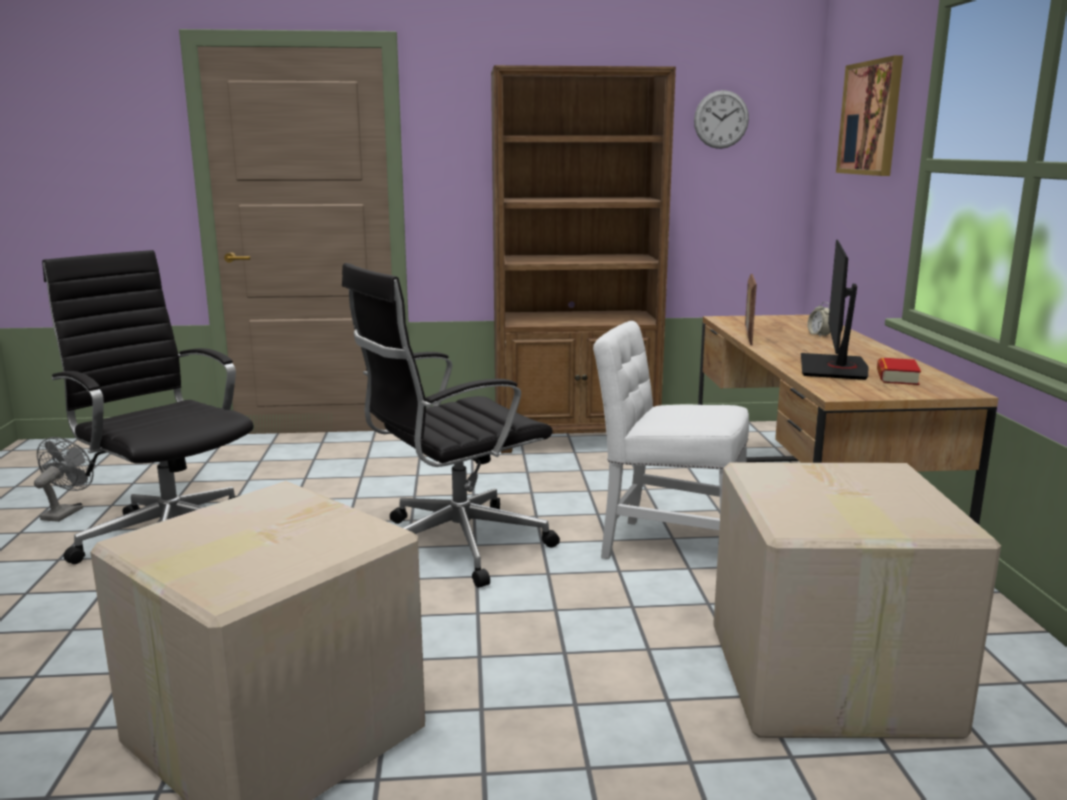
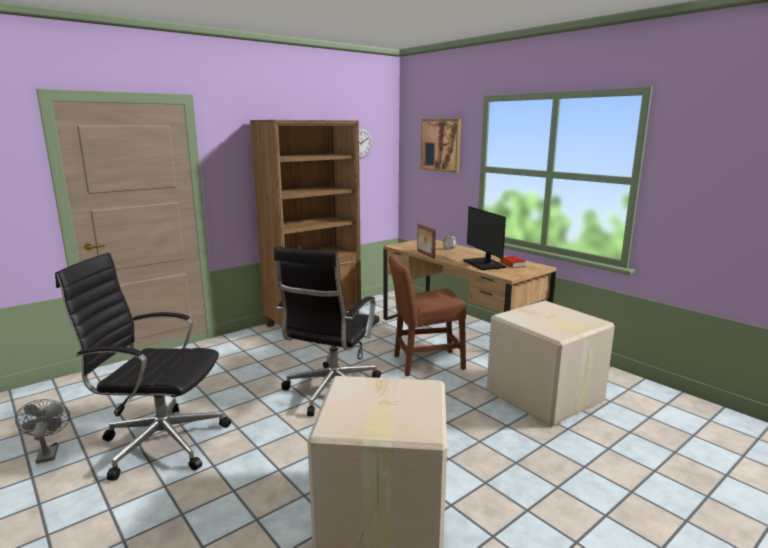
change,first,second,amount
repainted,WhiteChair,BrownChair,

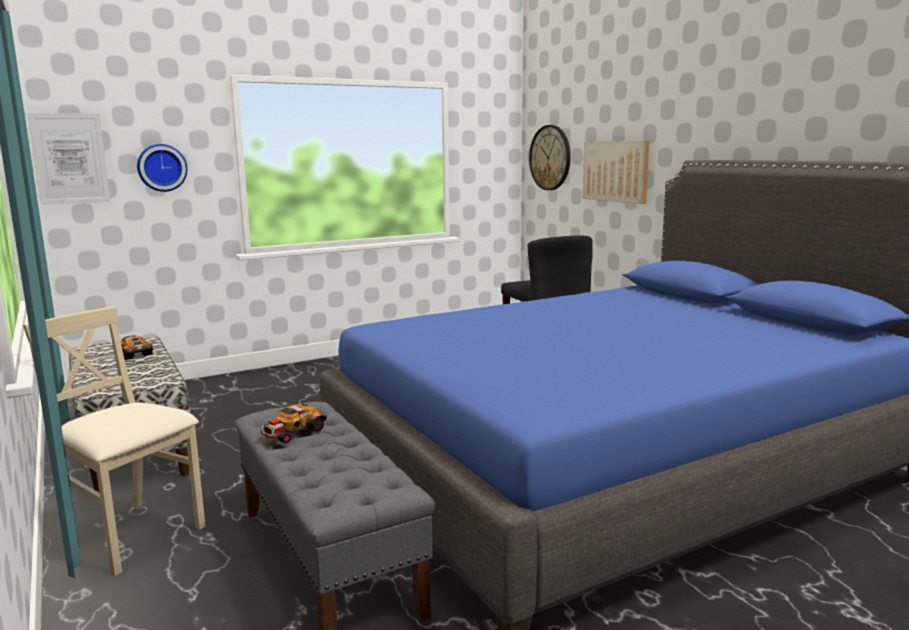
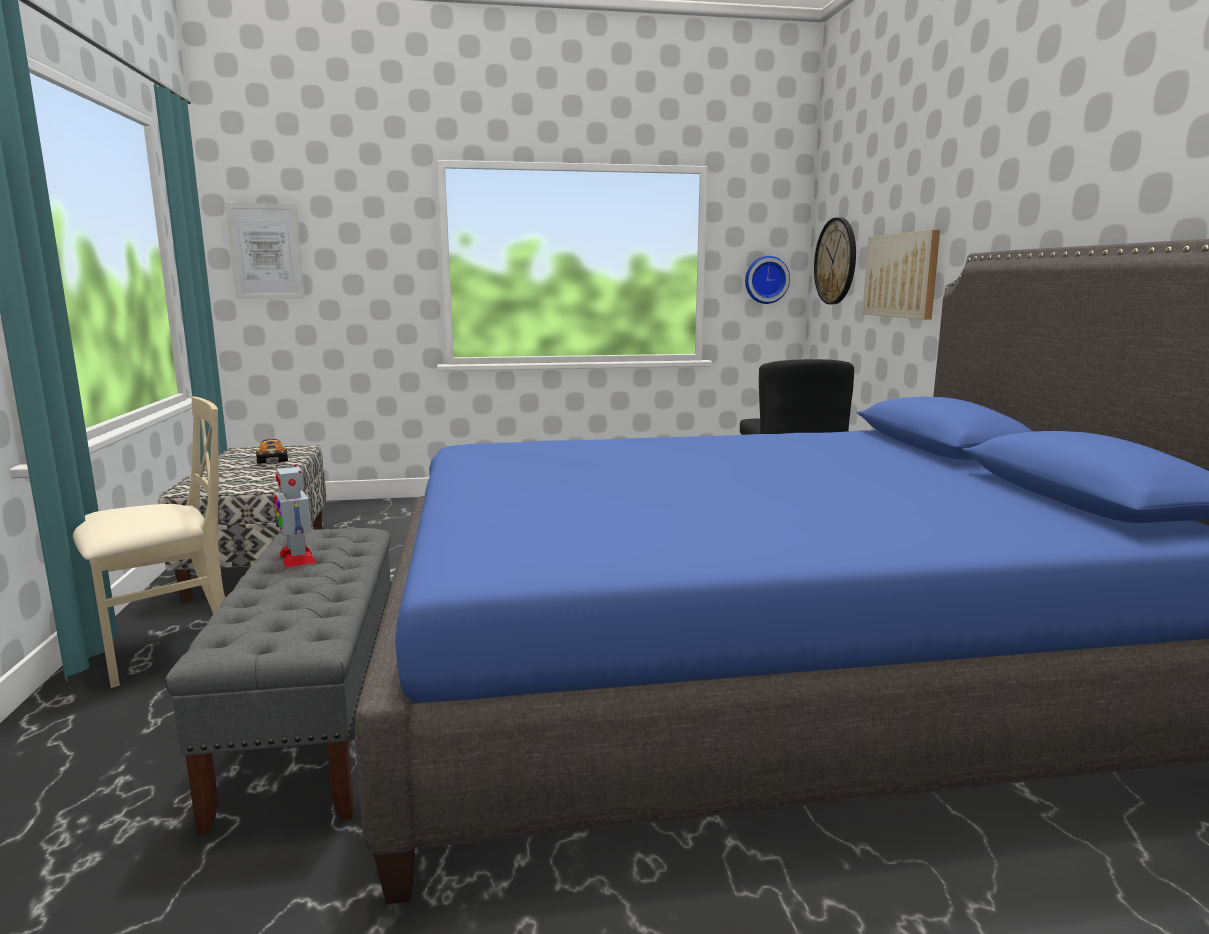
change,first,second,amount
shifted,WallClock (no. 1 from left),,
rotated,BeigeChair,,90 degrees clockwise
swapped,ToyCar (no. 2 from left),ToyRobot,

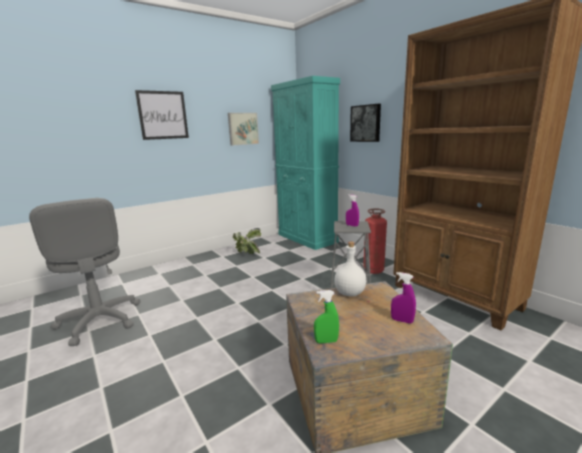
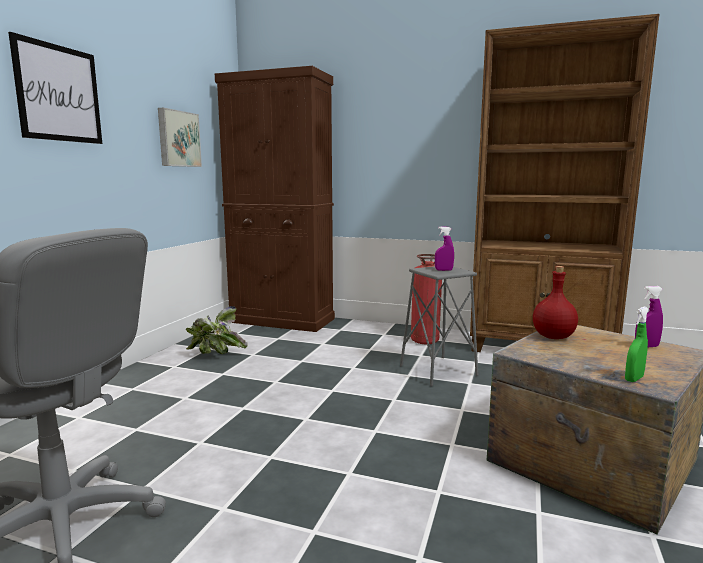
change,first,second,amount
repainted,TurquoiseCabinet,BrownCabinet,
gone,Picture (no. 3 from left),,
repainted,WhiteBottle,RedBottle,

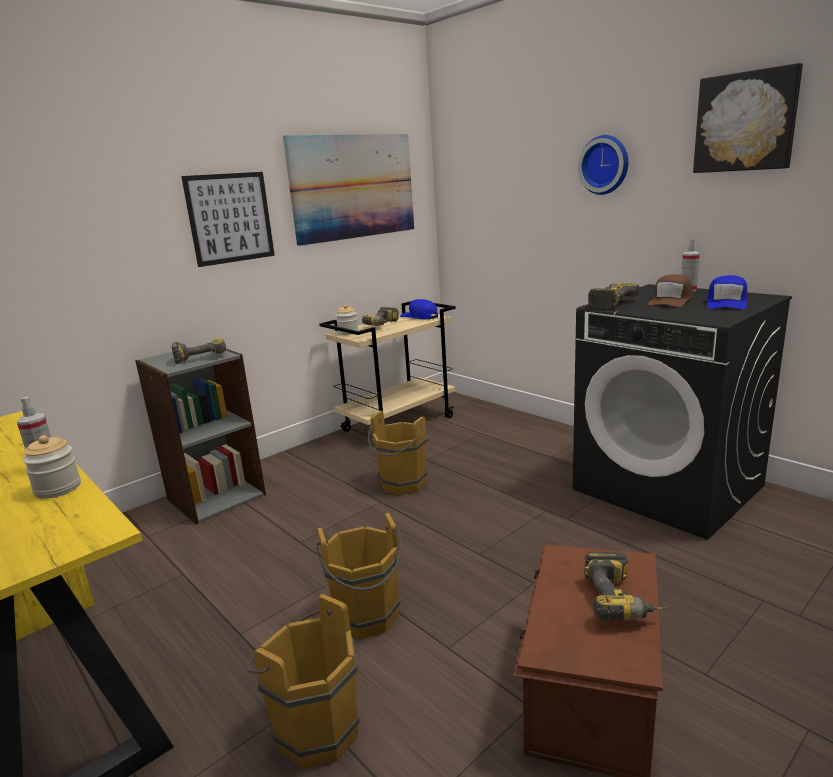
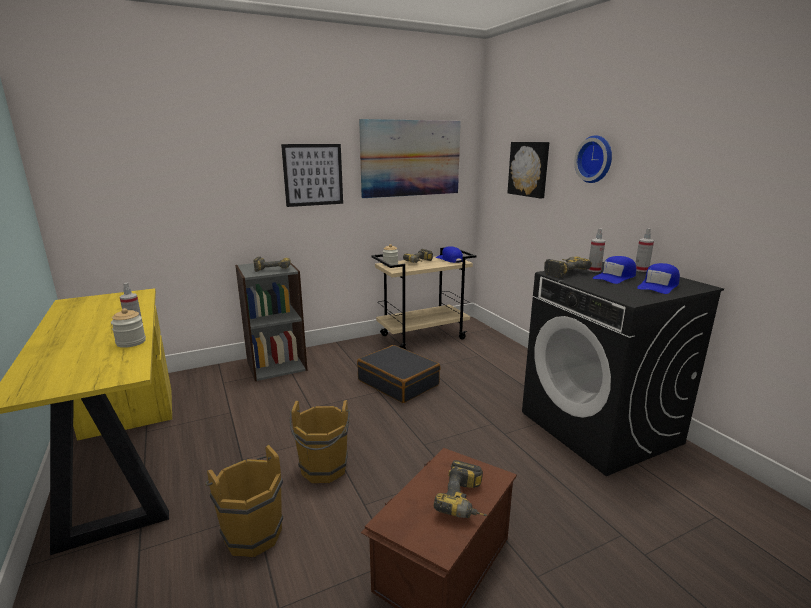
change,first,second,amount
shifted,Picture (no. 3 from left),,
repainted,BrownCap,BlueCap (no. 2 from left),
swapped,BrownBucket (no. 3 from left),BlackSuitcase,
new,,SprayBottle (no. 2 from left),

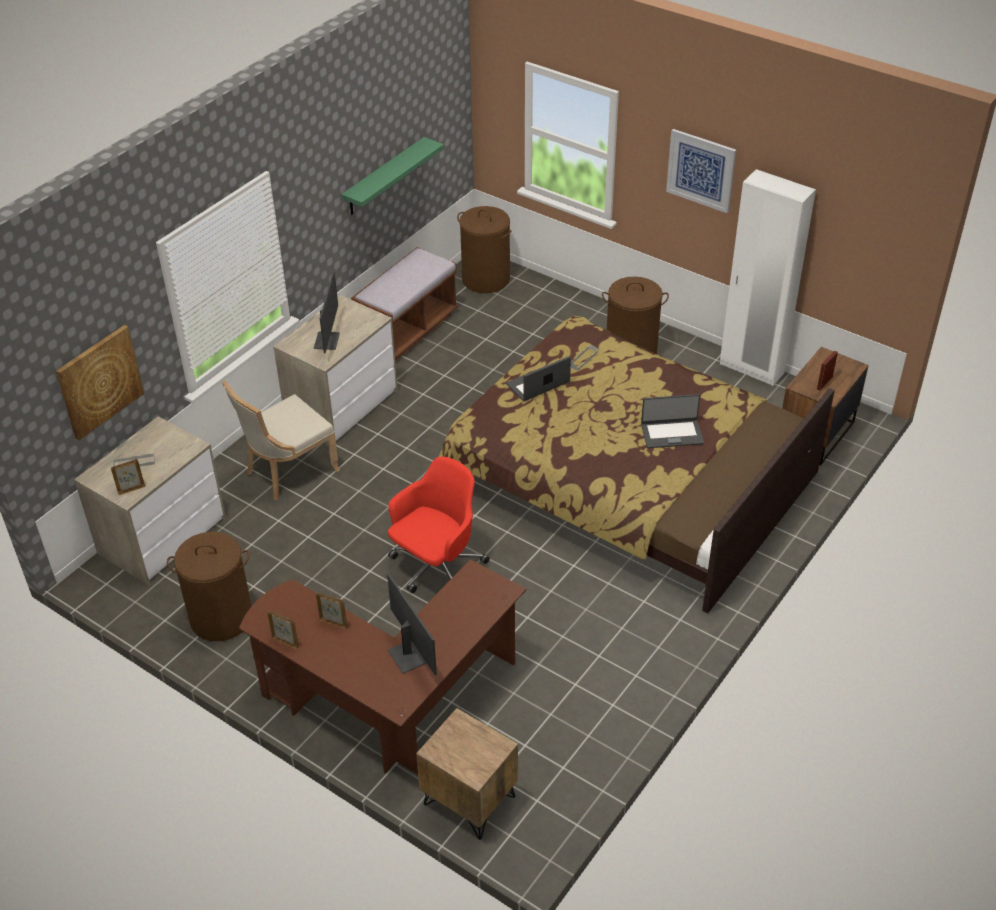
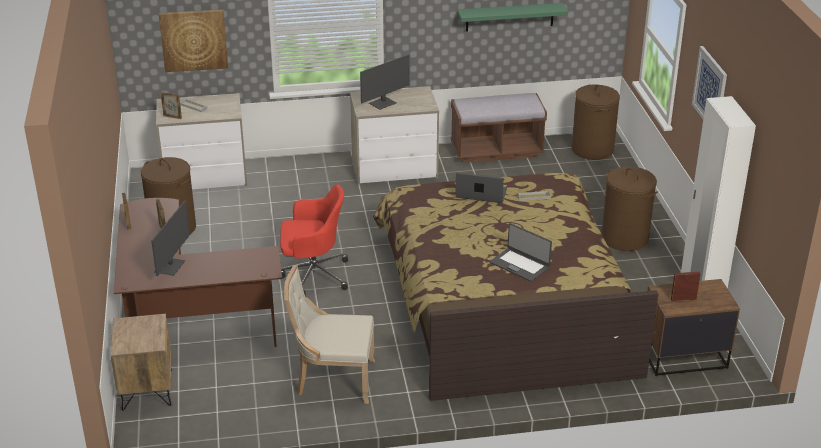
change,first,second,amount
shifted,BeigeChair,,

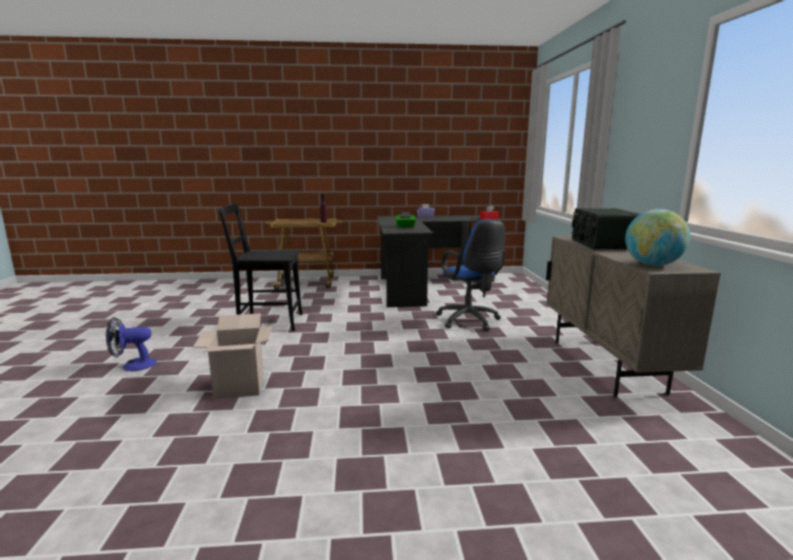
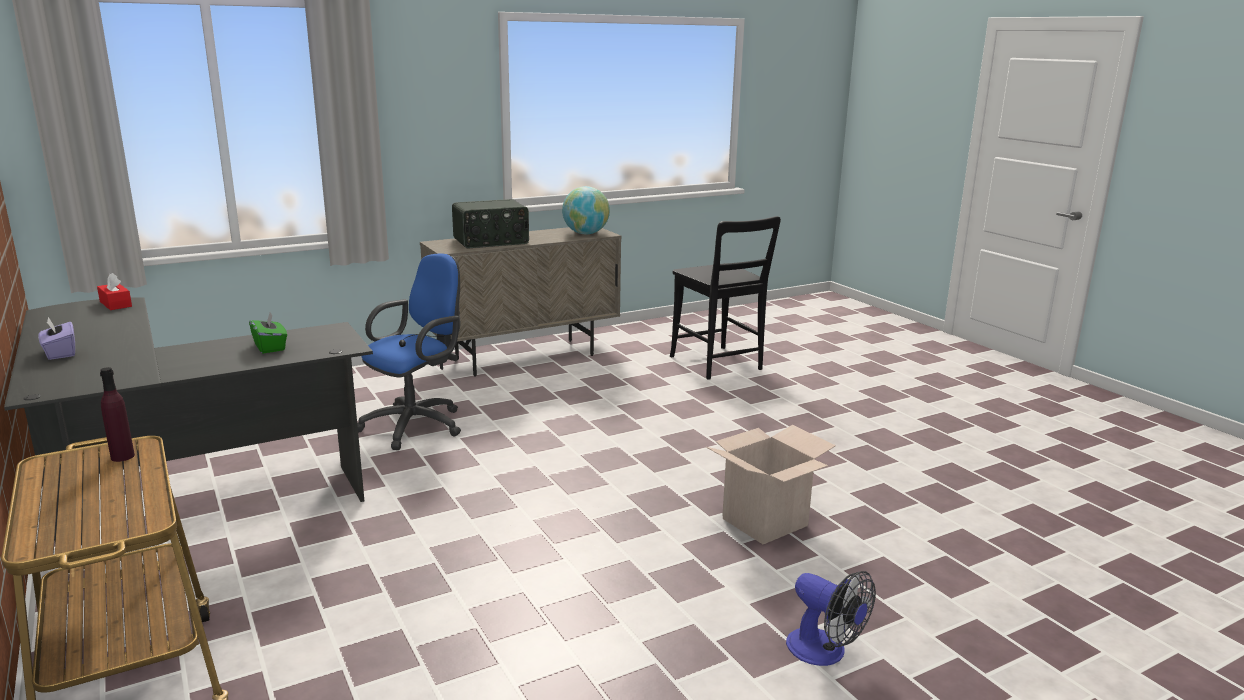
change,first,second,amount
shifted,BlackChair,,

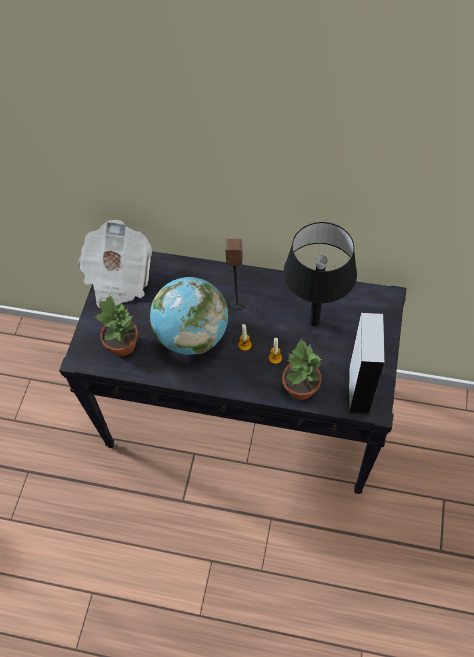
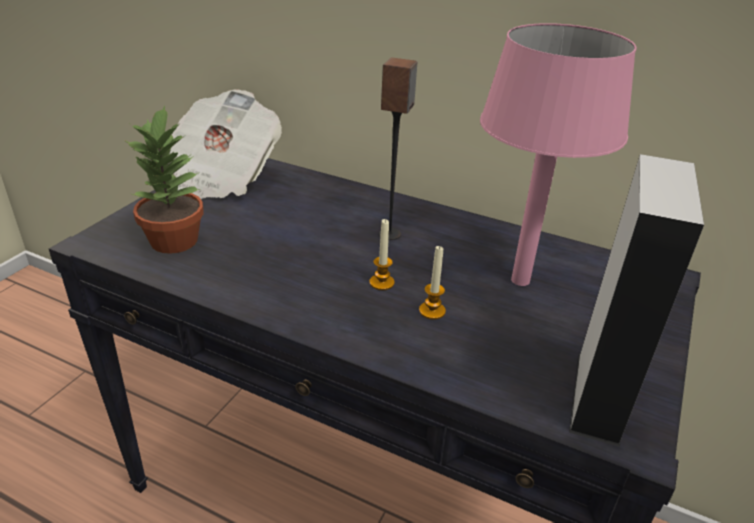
change,first,second,amount
repainted,BlackTableLamp,PinkTableLamp,
gone,Globe,,
gone,PottedPlant (no. 2 from left),,

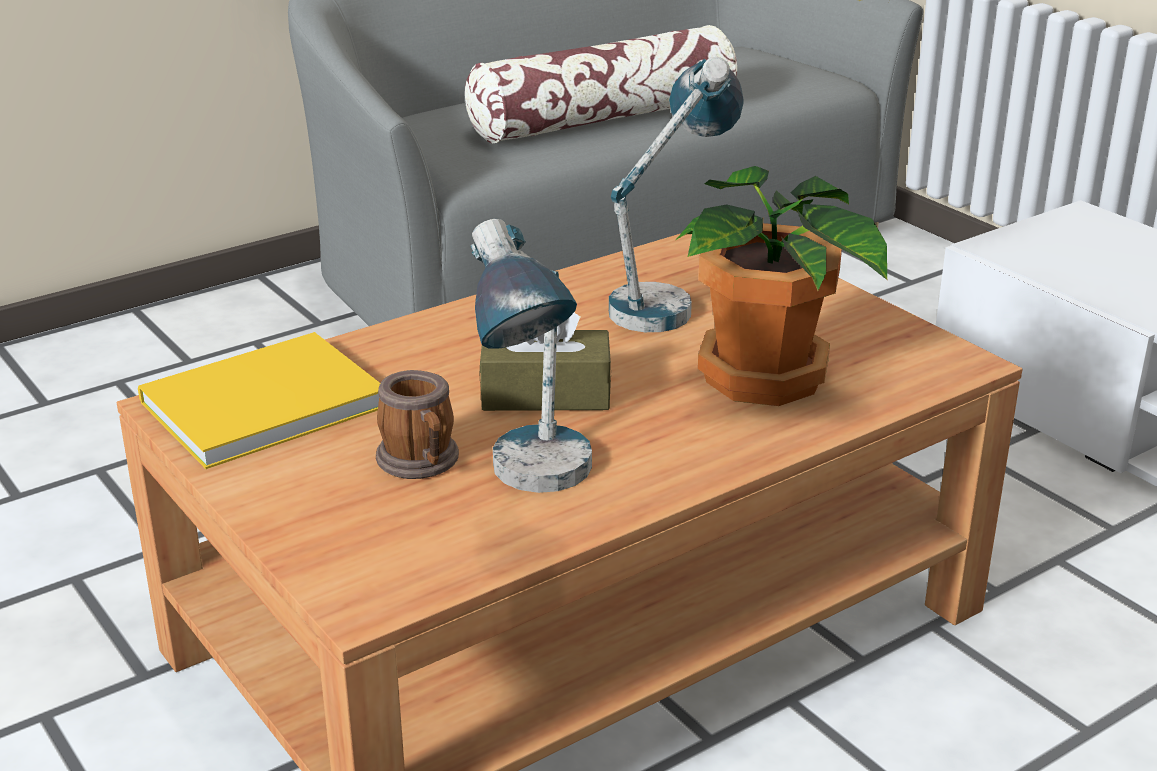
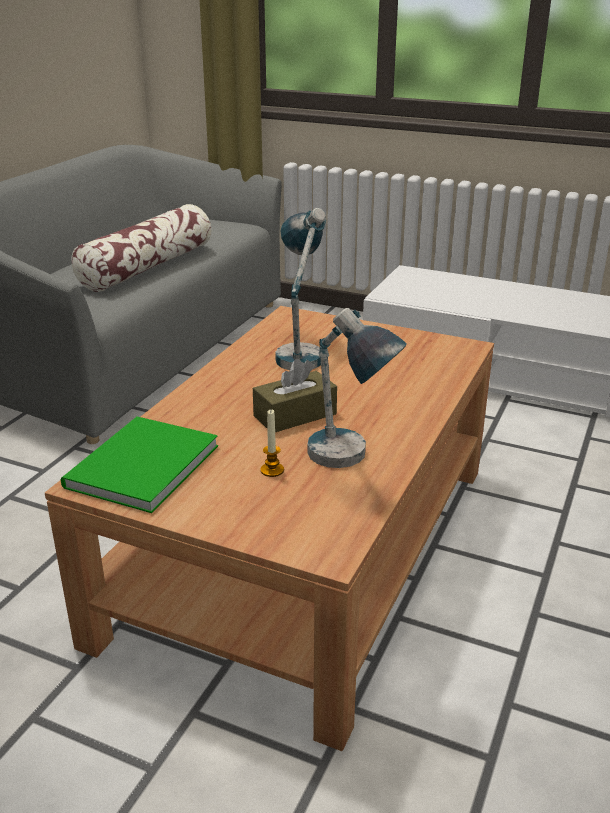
change,first,second,amount
gone,PottedPlant,,
repainted,YellowBook,GreenBook,
swapped,Mug,Candle,

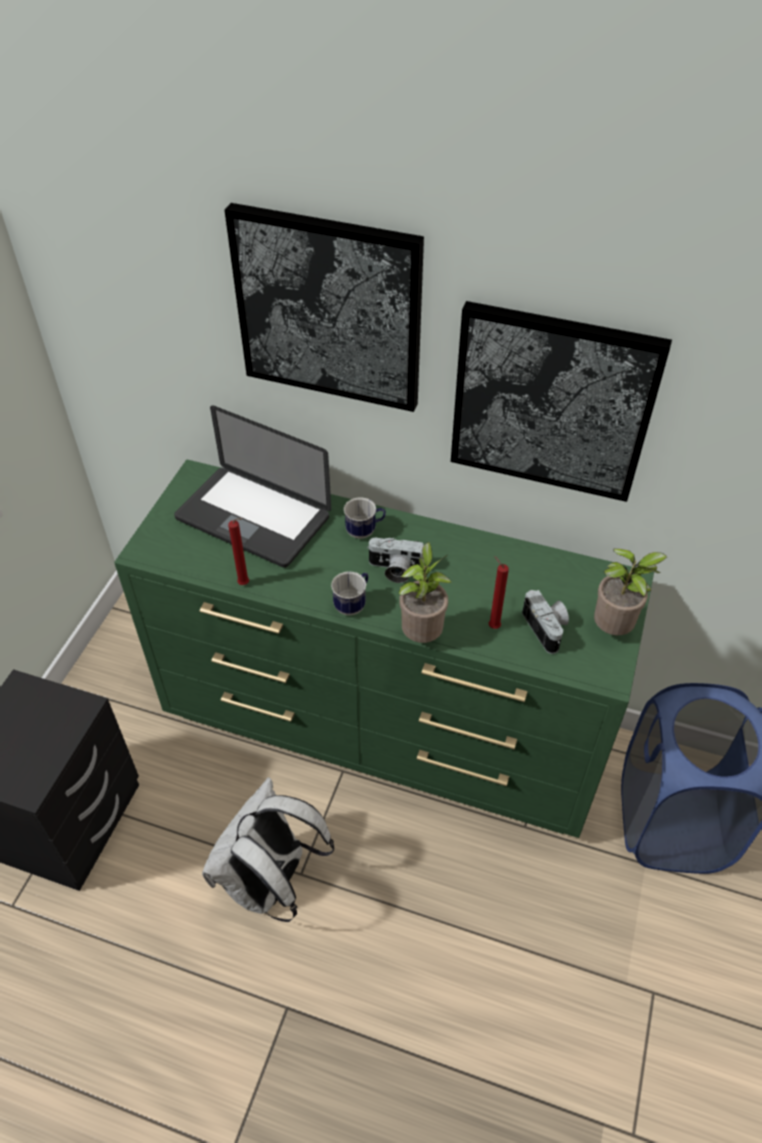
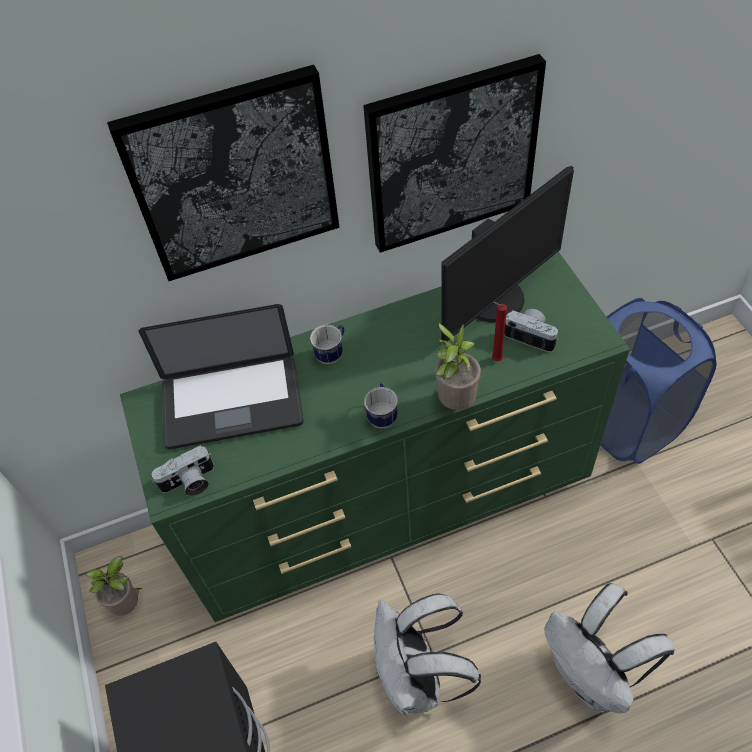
change,first,second,amount
gone,RedCandle (no. 1 from left),,
shifted,PhotoCamera (no. 1 from left),,
shifted,PottedPlant (no. 2 from left in the first image),PottedPlant (no. 1 from left),
new,,Monitor,
new,,WhiteBackpack (no. 2 from left),

